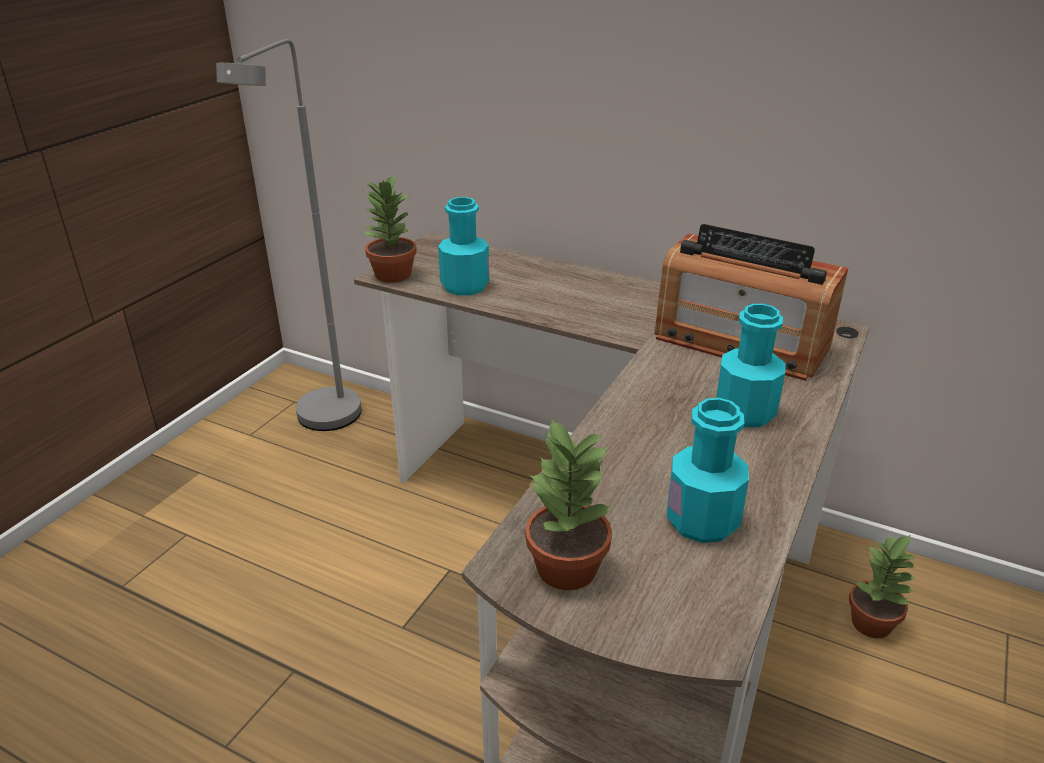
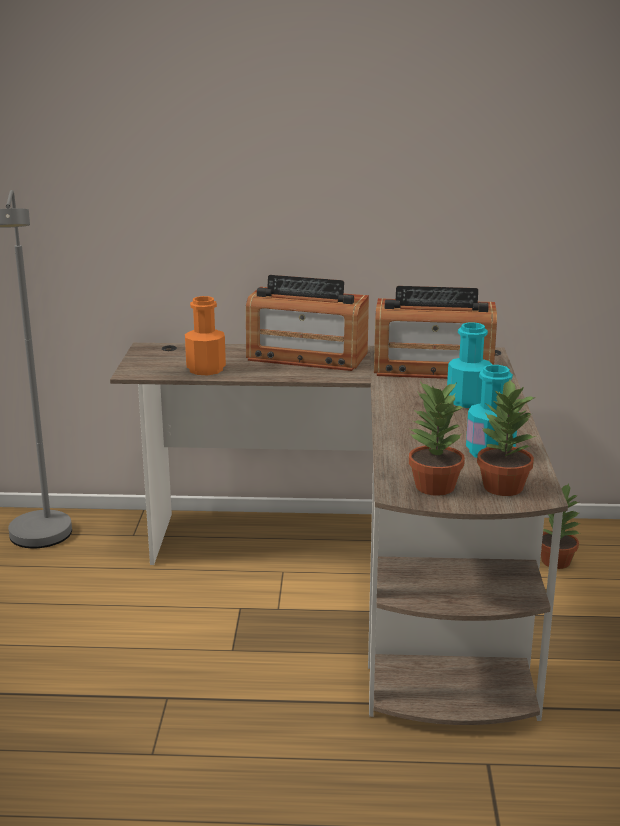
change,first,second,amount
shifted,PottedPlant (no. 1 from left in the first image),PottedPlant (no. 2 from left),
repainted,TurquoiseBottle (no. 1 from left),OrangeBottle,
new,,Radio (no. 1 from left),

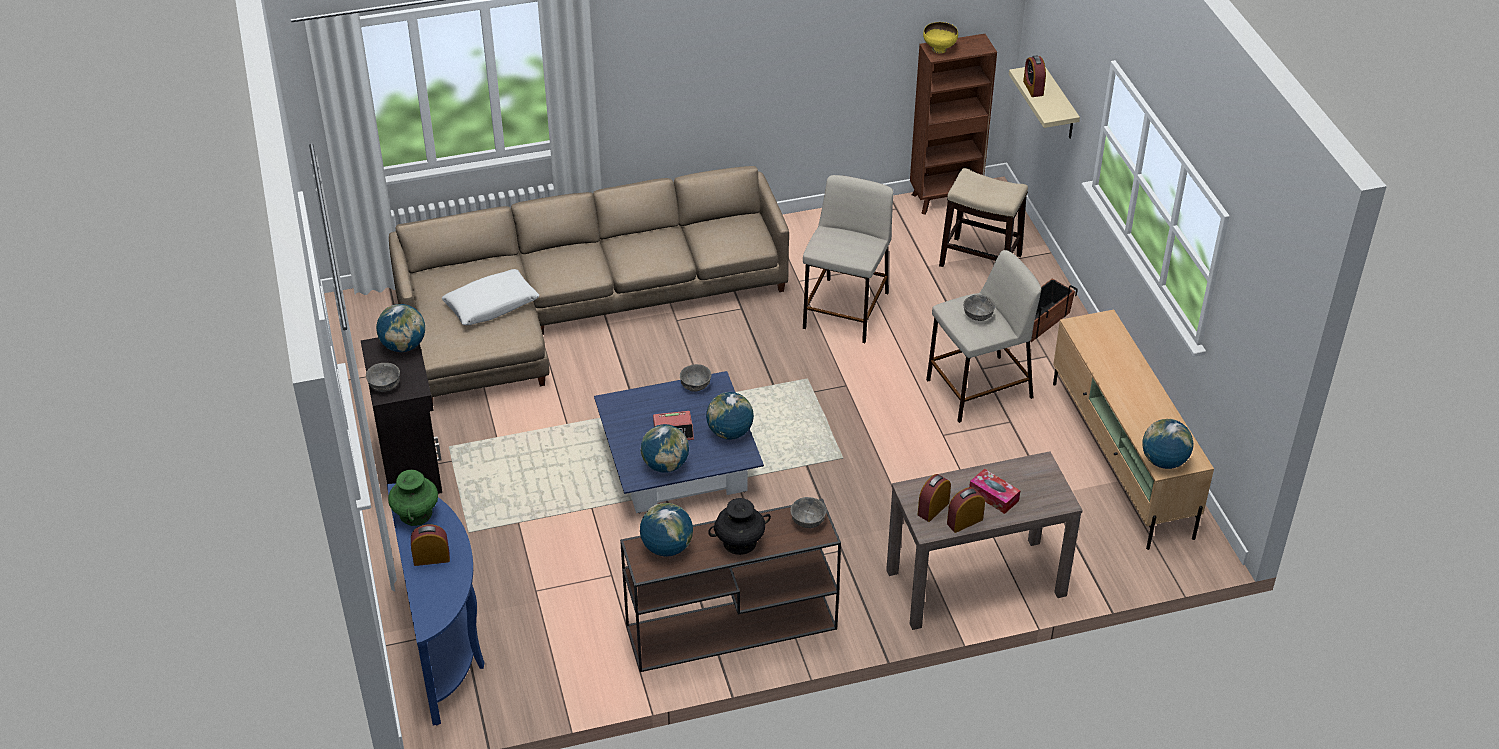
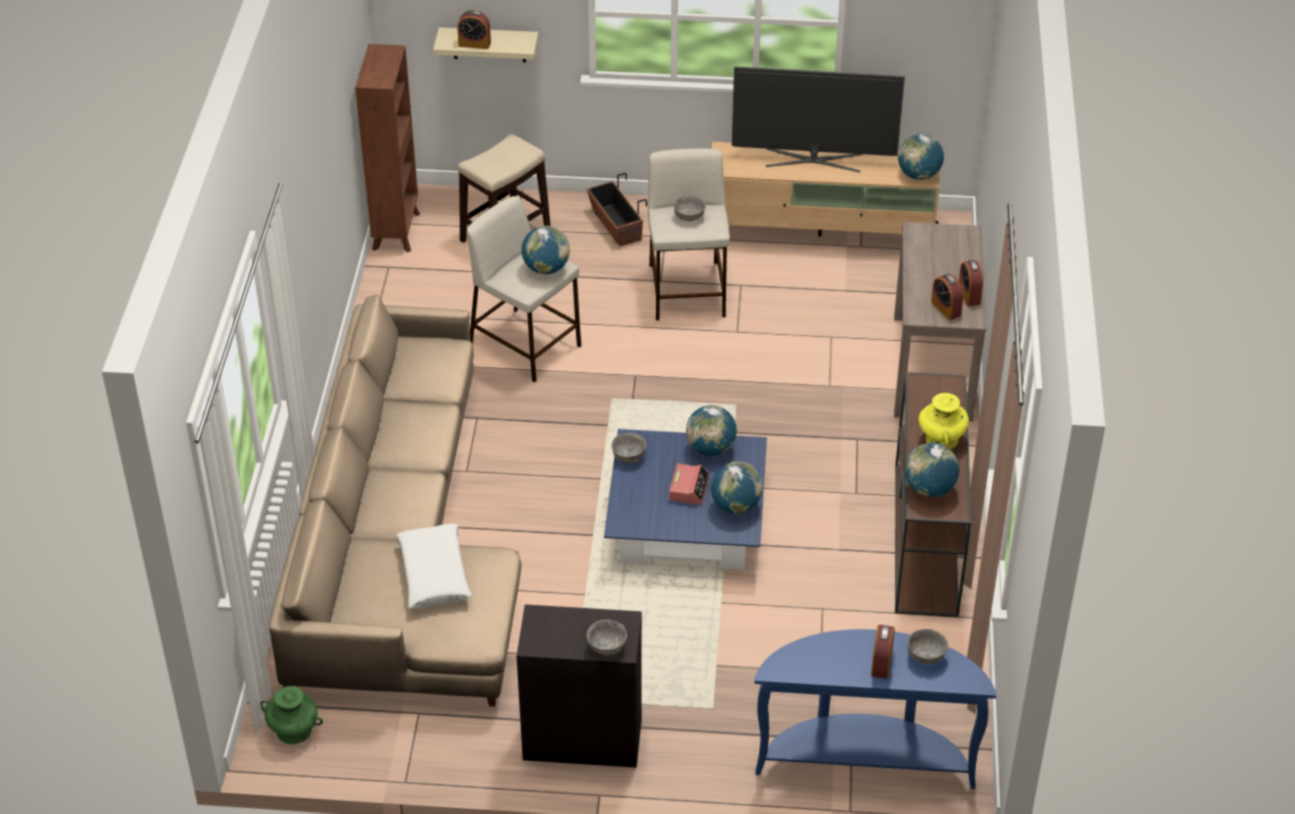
change,first,second,amount
gone,YellowBowl,,
shifted,Globe (no. 1 from left),,
gone,TissueBox,,
shifted,GreenVase,,
shifted,GreyBowl (no. 3 from left in the first image),GreyBowl (no. 4 from left),
repainted,BlackVase,YellowVase,
new,,Television,

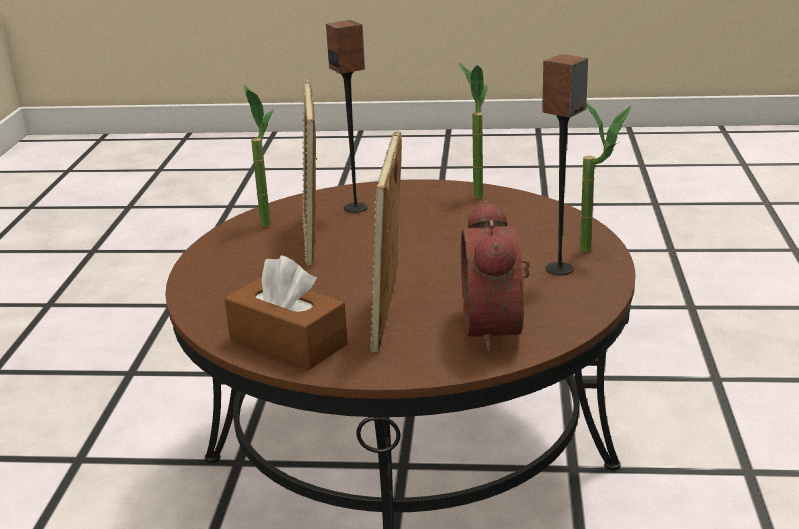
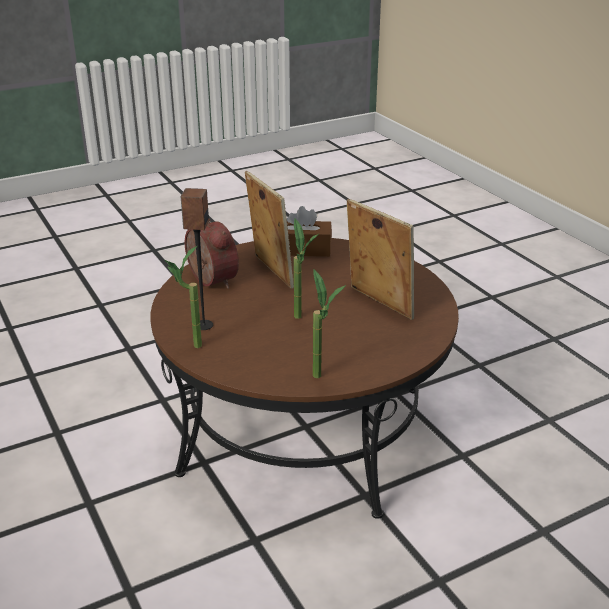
change,first,second,amount
gone,Speaker (no. 1 from left),,
shifted,PottedPlant (no. 1 from left in the first image),PottedPlant (no. 2 from left),

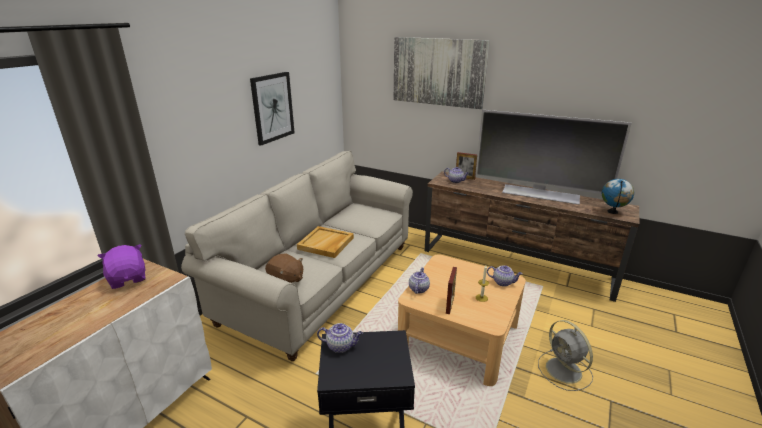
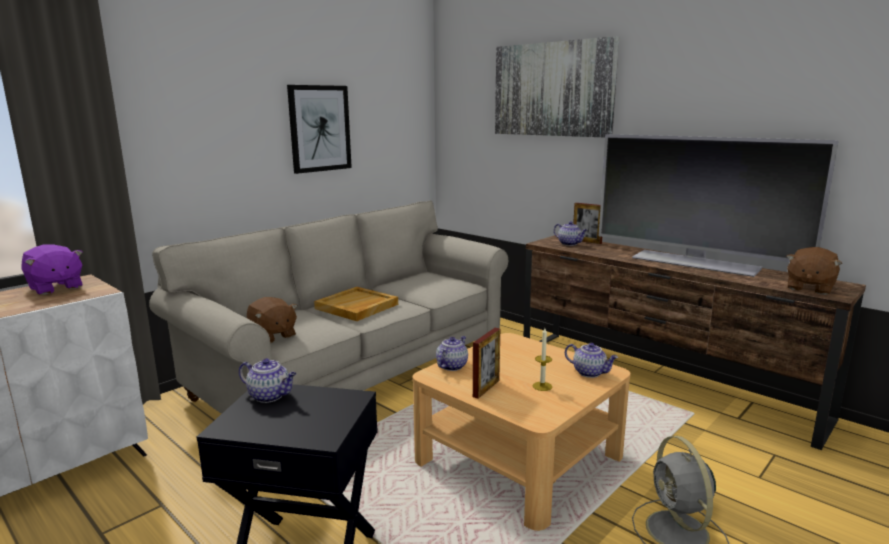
change,first,second,amount
swapped,Globe,BrownPlushToy (no. 2 from left),
rotated,PurplePlushToy,,150 degrees clockwise

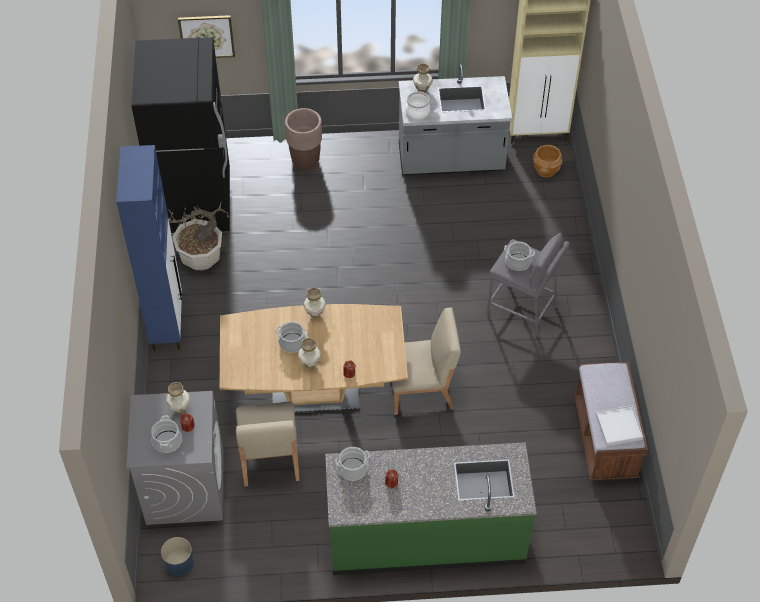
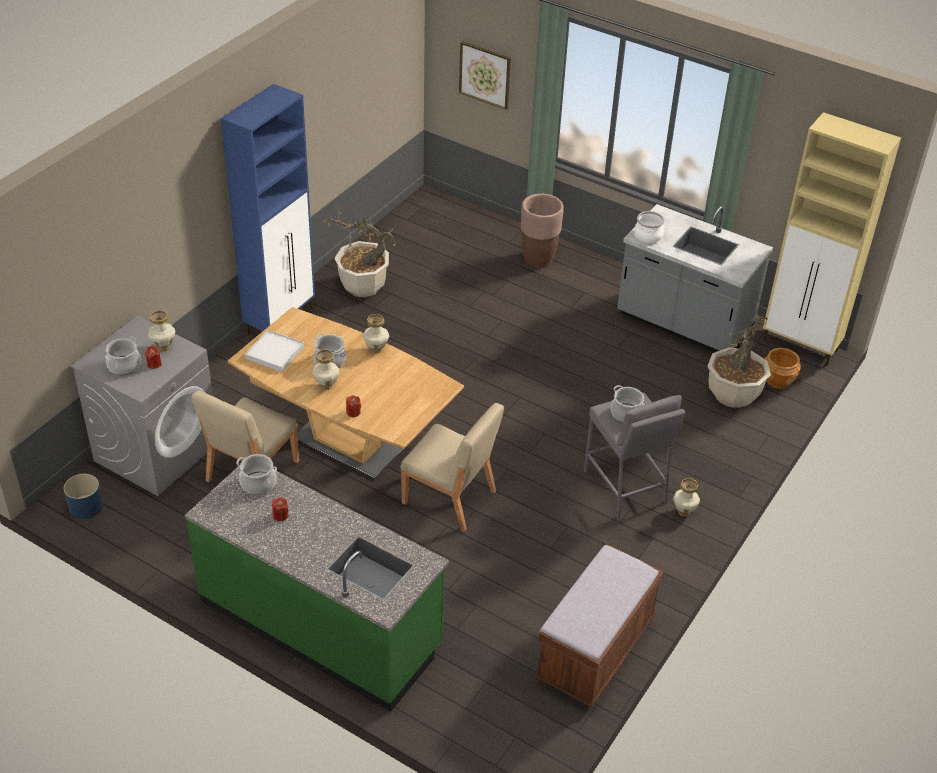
change,first,second,amount
gone,BlackFridge,,
shifted,Vase (no. 4 from left),,
shifted,WhiteTray,,
new,,PottedPlant (no. 2 from left),

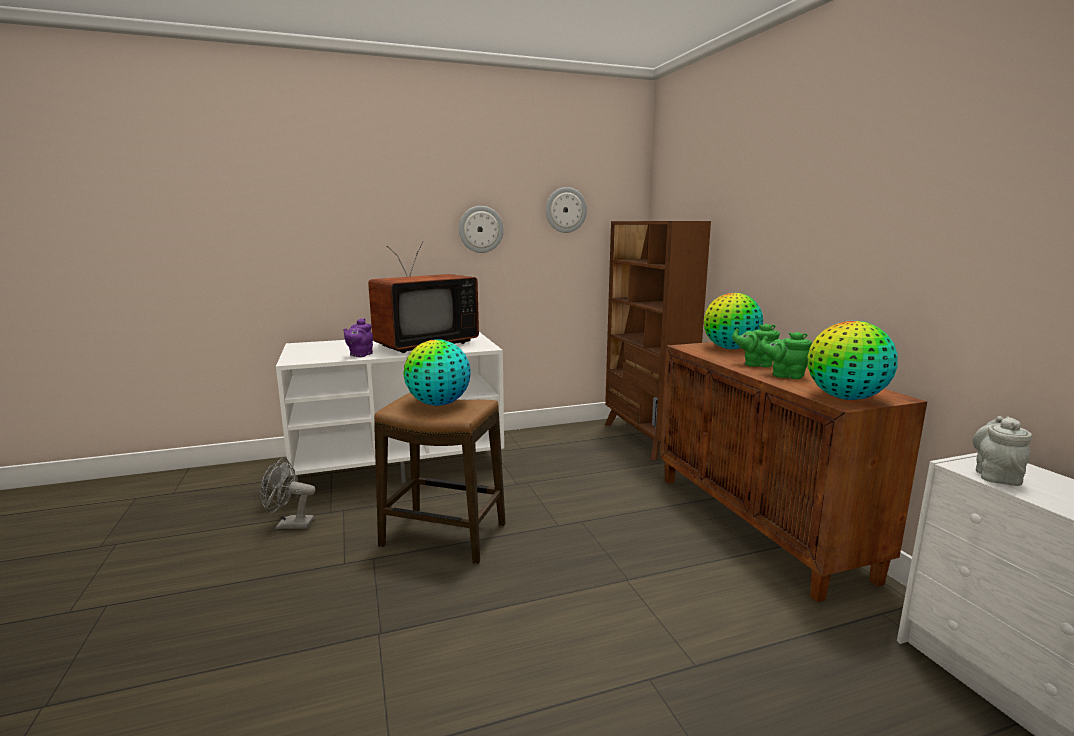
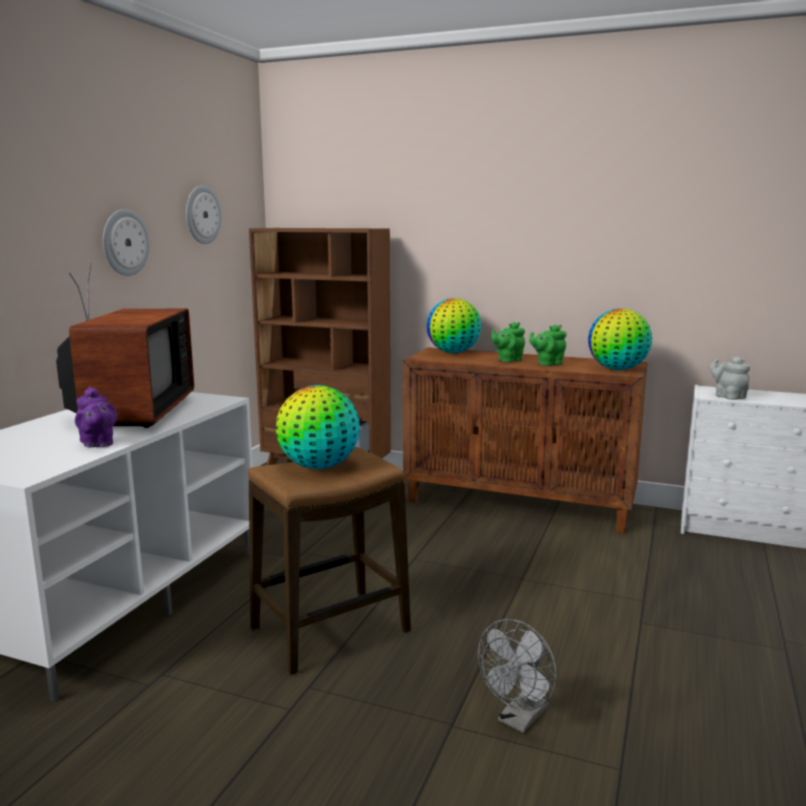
change,first,second,amount
shifted,GreyFan,,

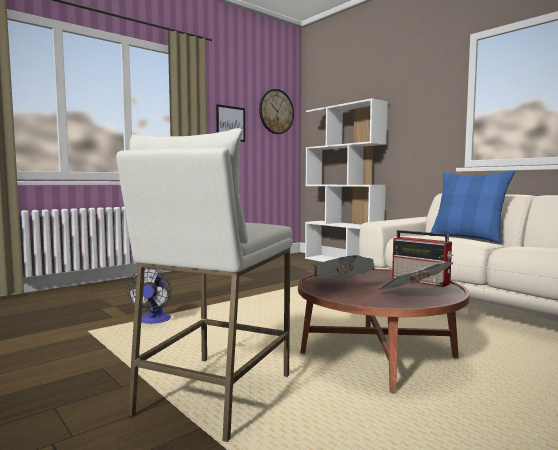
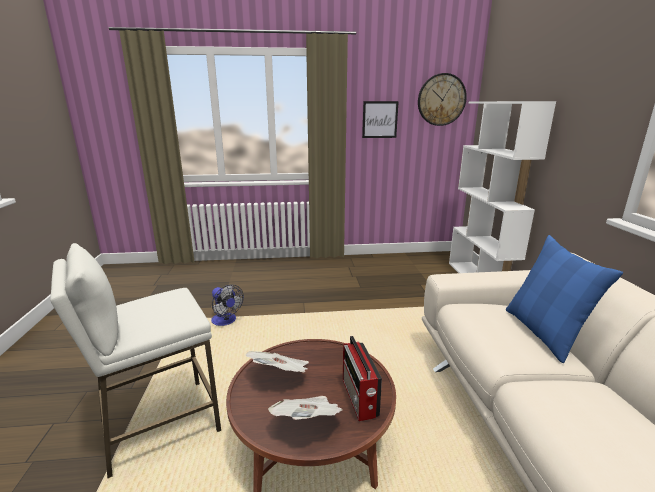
change,first,second,amount
rotated,Fan,,75 degrees counterclockwise

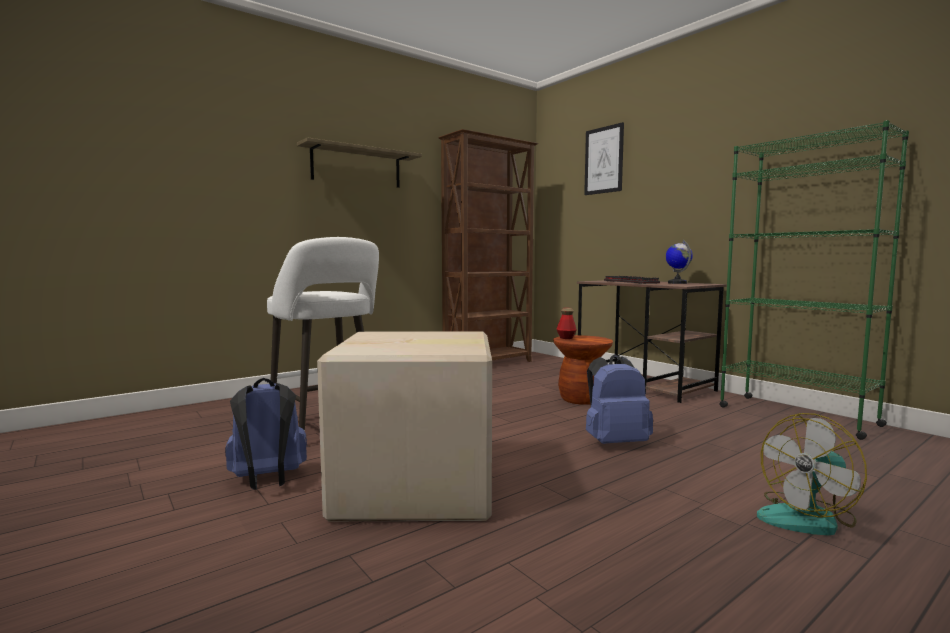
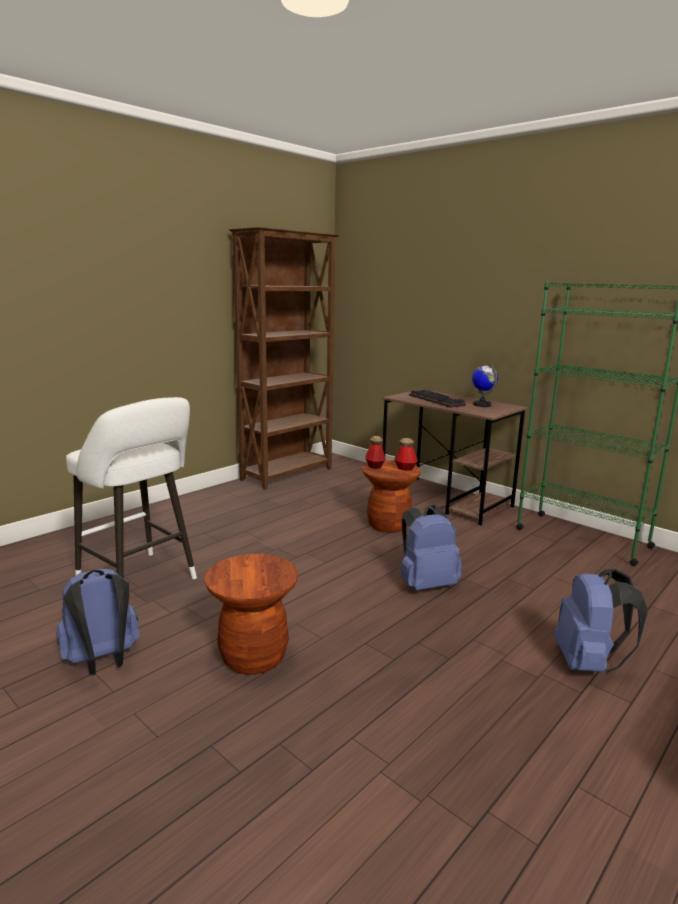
change,first,second,amount
gone,Picture,,
gone,Shelf,,
swapped,CardboardBox,BrownStool (no. 1 from left),
swapped,Fan,BlueBackpack (no. 3 from left),
new,,Bottle (no. 2 from left),

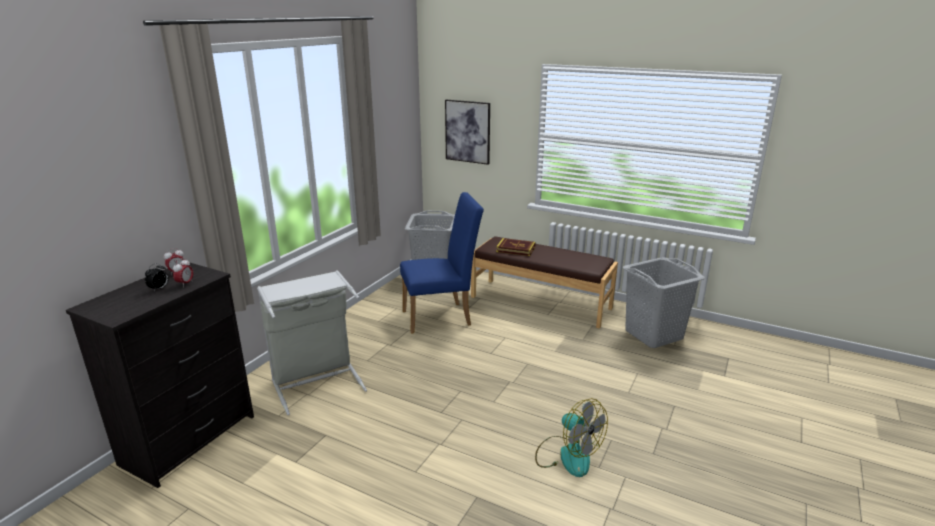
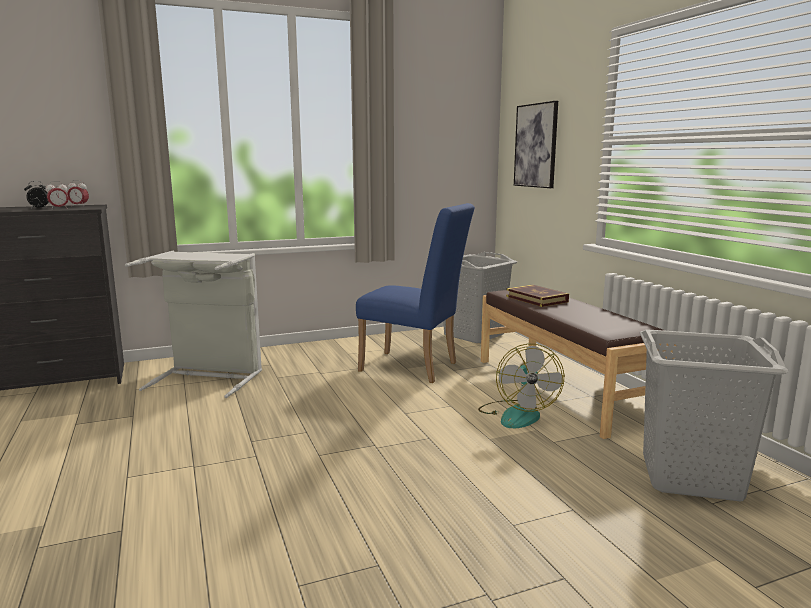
change,first,second,amount
shifted,Fan,,

